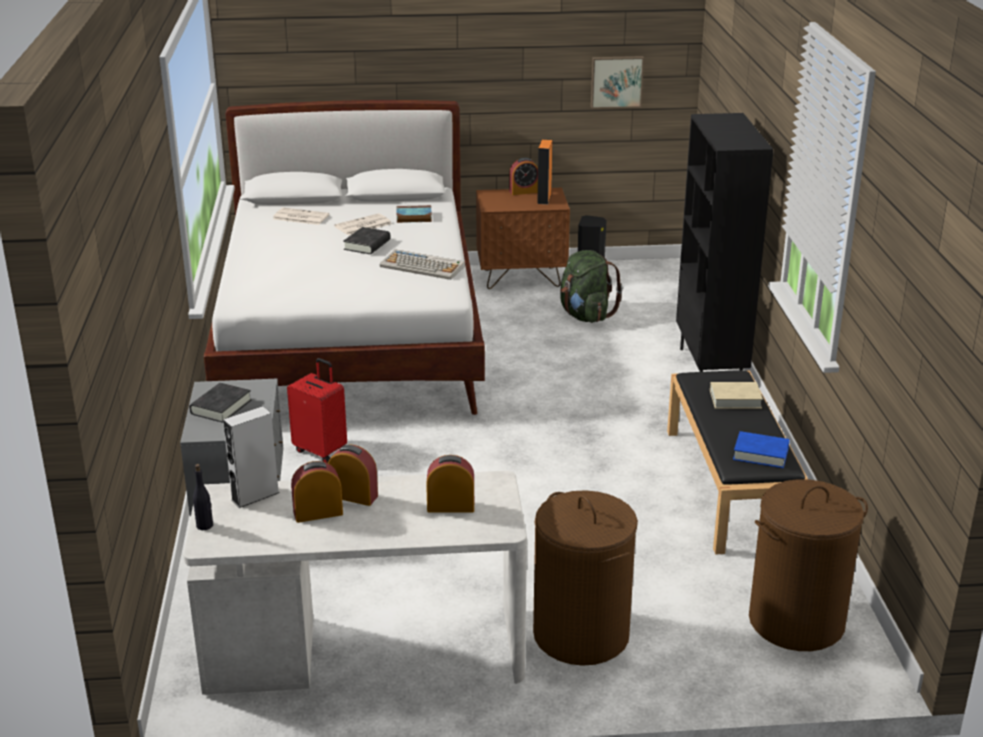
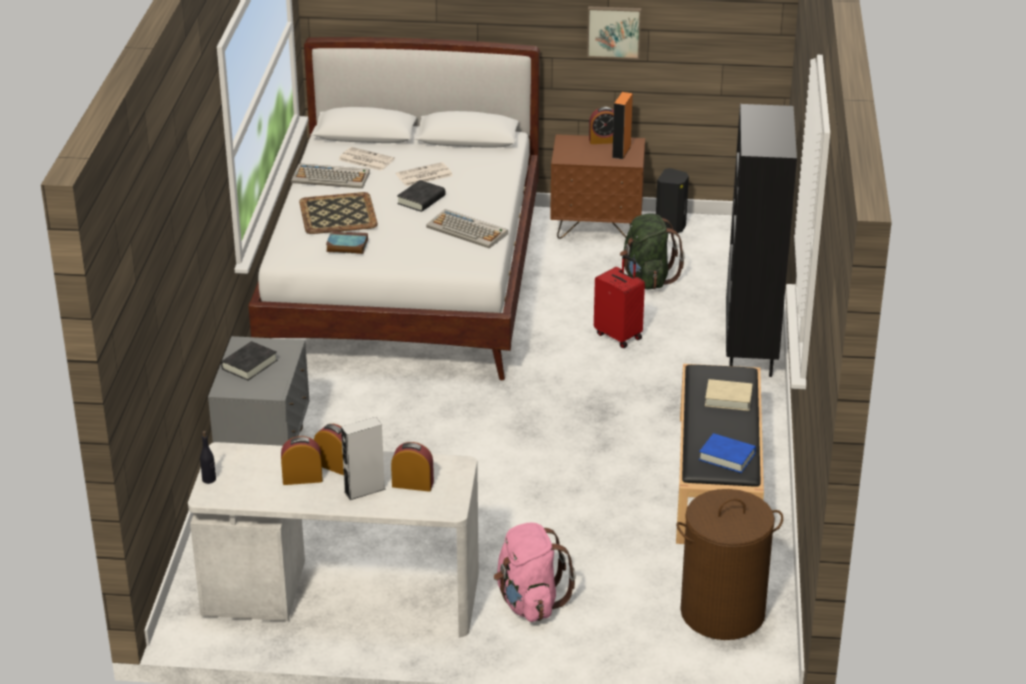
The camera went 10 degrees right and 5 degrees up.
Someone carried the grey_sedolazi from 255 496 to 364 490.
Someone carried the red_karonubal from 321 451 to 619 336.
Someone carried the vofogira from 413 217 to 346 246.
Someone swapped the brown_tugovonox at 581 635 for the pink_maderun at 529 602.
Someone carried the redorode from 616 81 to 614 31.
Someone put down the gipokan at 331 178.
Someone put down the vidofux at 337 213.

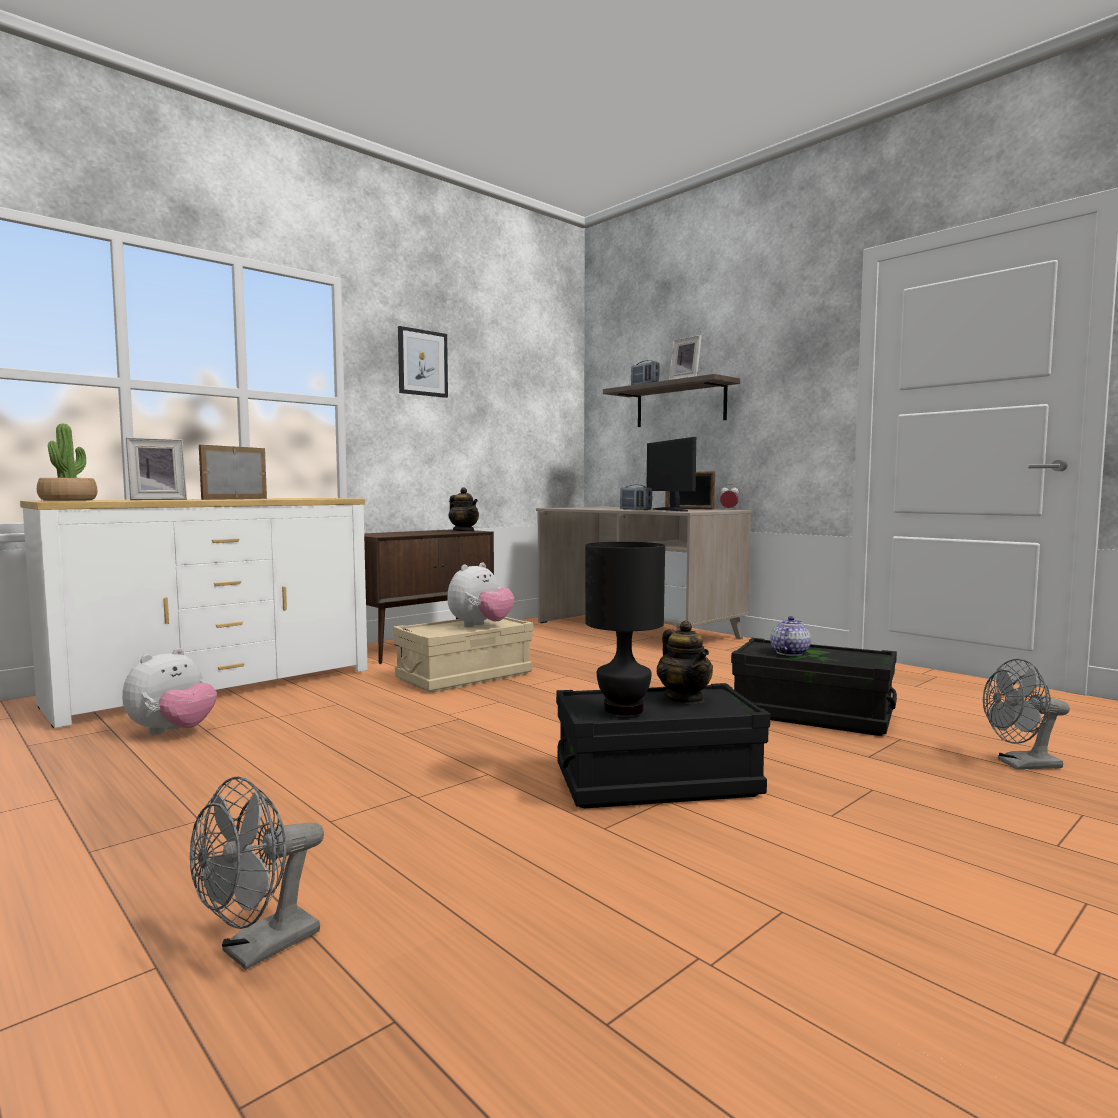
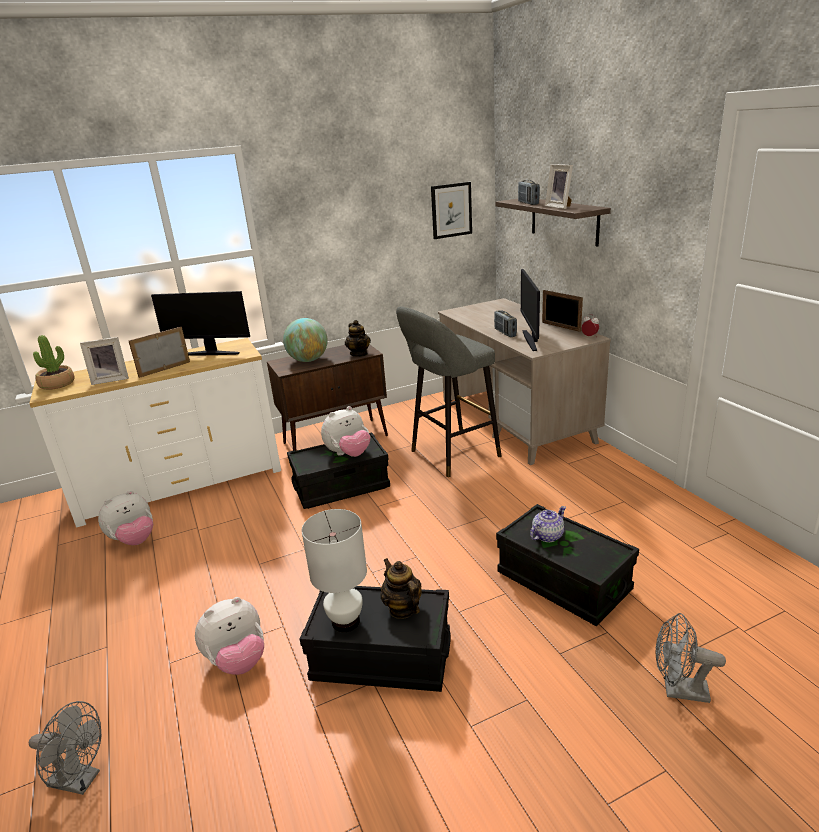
The camera went 20 degrees right and 20 degrees up.
Someone rotated the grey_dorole at 259 950 by 135 degrees counterclockwise.
Someone repainted the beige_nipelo at 464 676, which became the black_nipelo at 341 487.
Someone carried the redorode from 422 363 to 451 210.
Someone repainted the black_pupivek at 622 709, which became the white_pupivek at 345 622.
Someone rotated the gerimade at 684 699 by 150 degrees clockwise.
Someone put down the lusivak at 210 353.
Someone put down the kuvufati at 238 661.
Someone put down the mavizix at 308 360.
Someone put down the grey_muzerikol at 451 455.

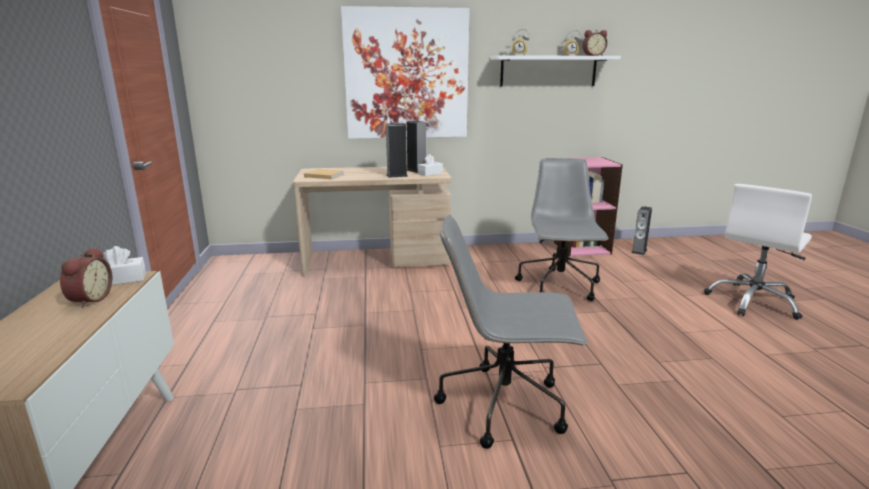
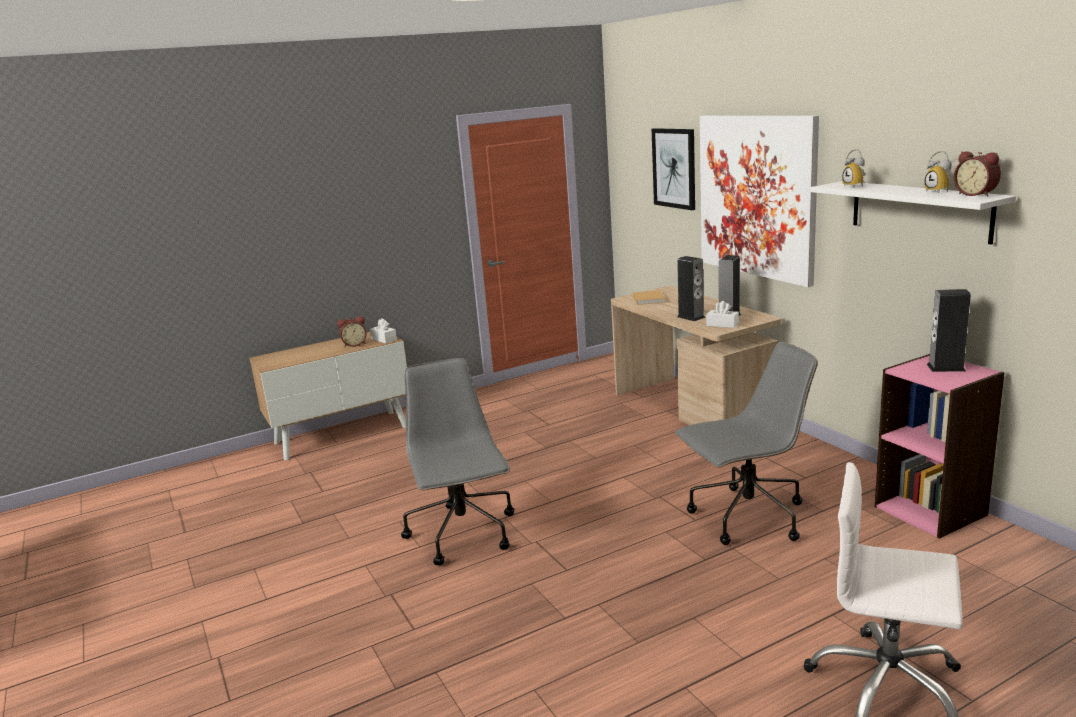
The camera went 70 degrees right and 0 degrees up.
Someone carried the sedolazi from 639 251 to 946 367.
Someone put up the redorode at 674 168.

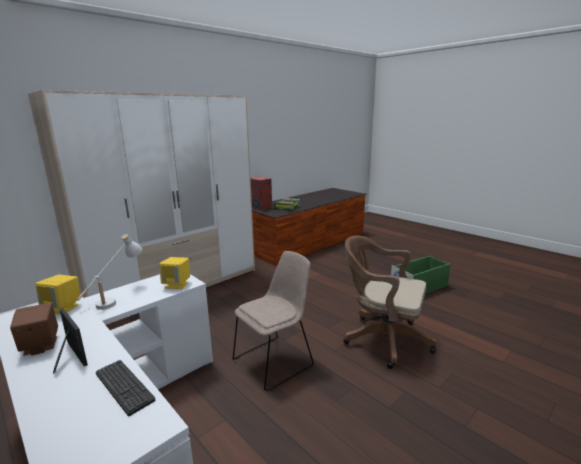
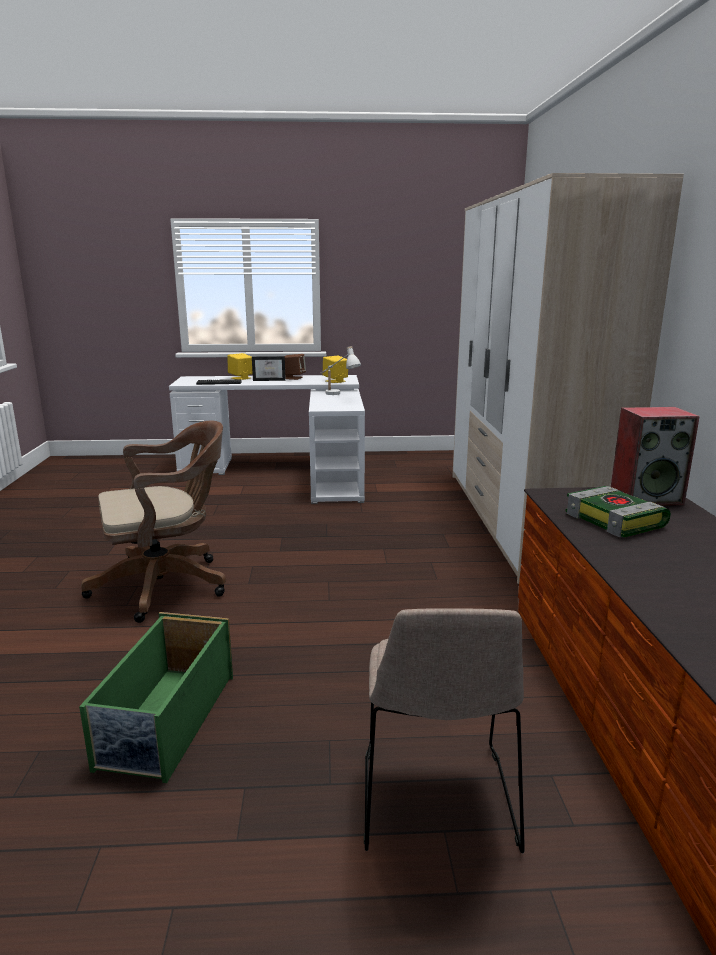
The camera went 130 degrees right and 0 degrees up.
Someone carried the yellow_sedolazi from 177 284 to 241 378.
Someone carried the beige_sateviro from 275 361 to 437 803.

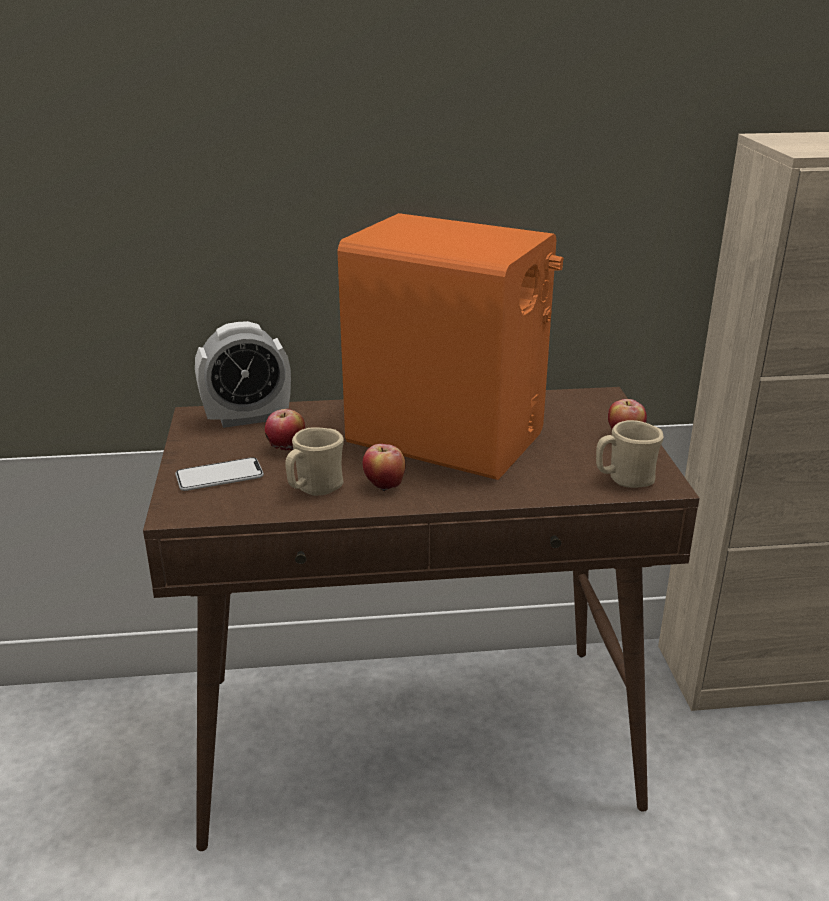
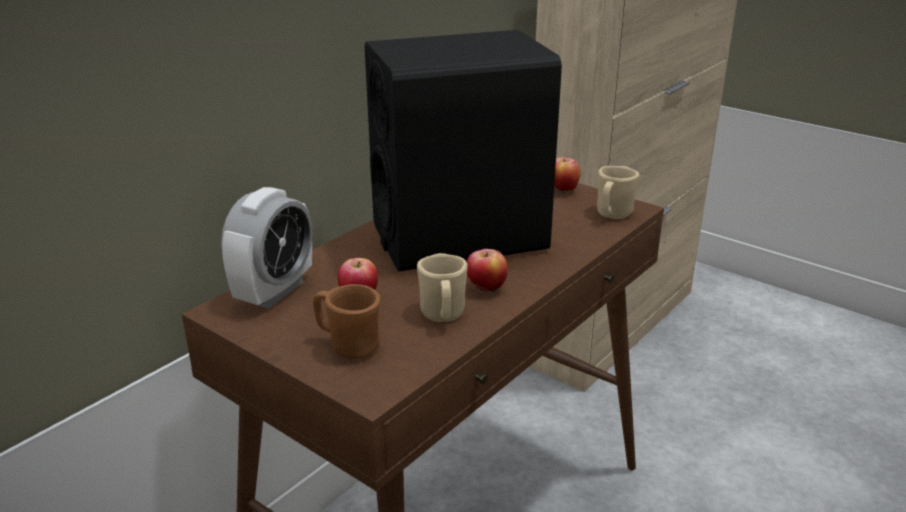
The camera went 45 degrees left and 0 degrees up.
Someone swapped the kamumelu at 219 476 for the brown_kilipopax at 348 346.
Someone repainted the orange_sedolazi at 447 438, which became the black_sedolazi at 460 237.

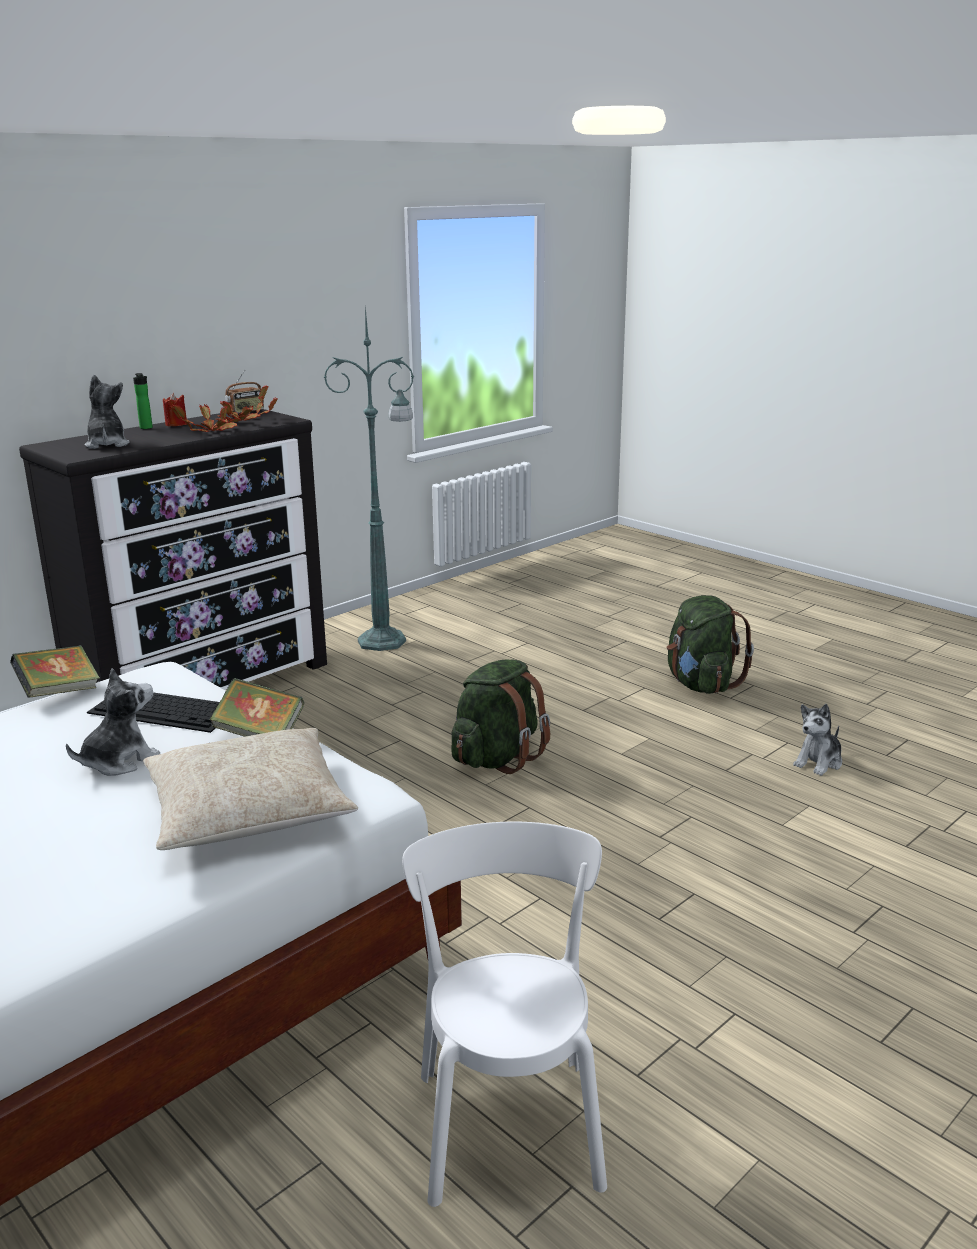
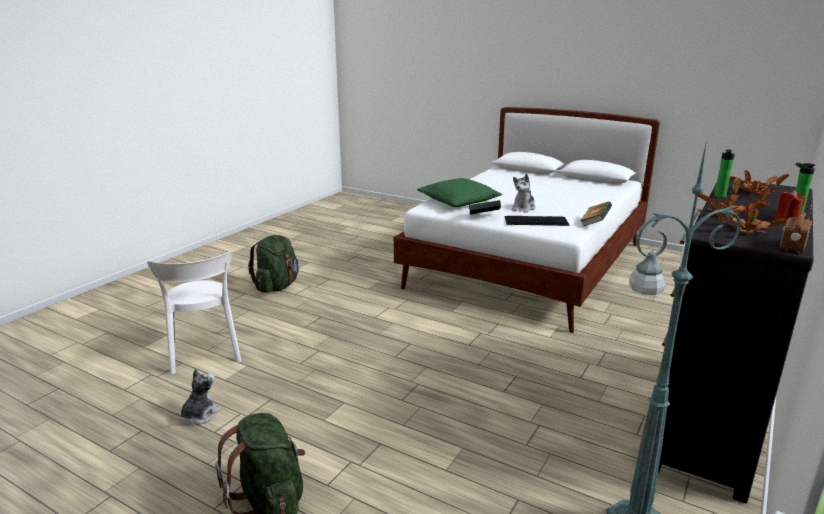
The camera went 165 degrees right and 0 degrees up.
Someone swapped the kuvufati at 107 444 for the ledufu at 754 193.
Someone repainted the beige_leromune at 247 809, which became the green_leromune at 459 201.
Someone carried the white_sateviro from 508 1119 to 204 354.
Someone carried the green_maderun from 497 758 to 277 287.
Someone put down the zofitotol at 720 196.

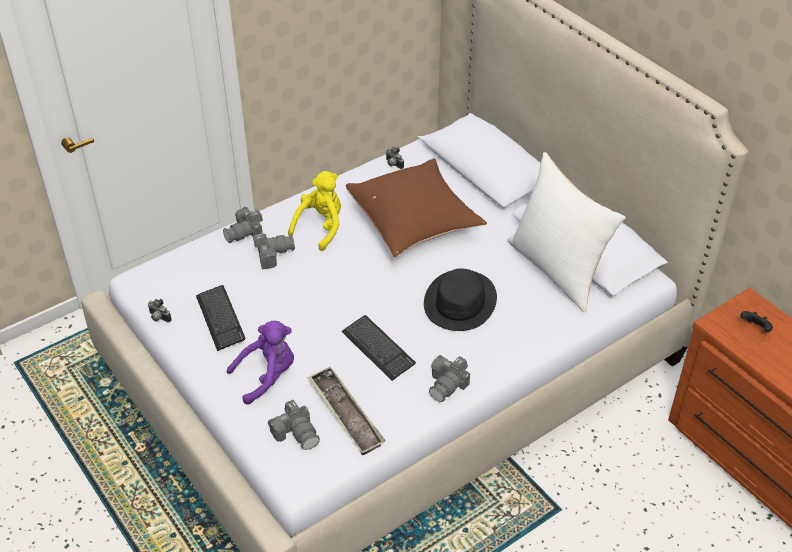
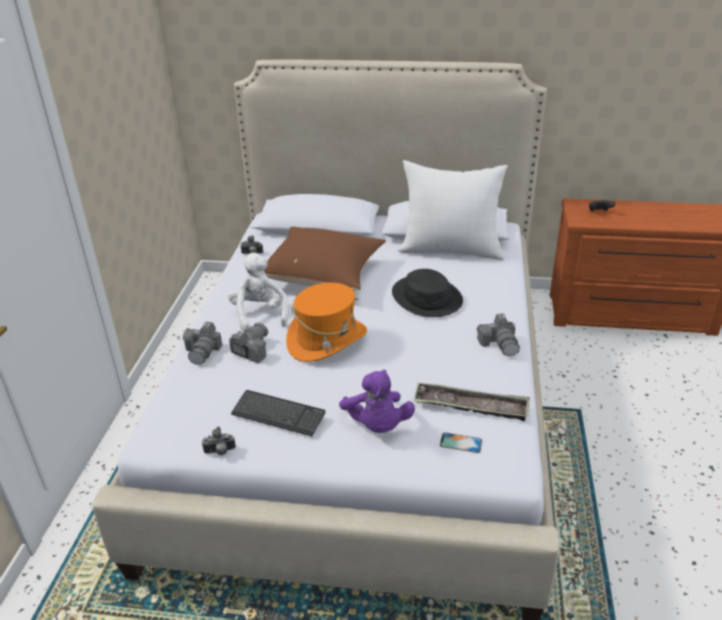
The camera went 45 degrees left and 10 degrees down.
Someone rotated the purple_kuvufati at 267 376 by 150 degrees clockwise.
Someone swapped the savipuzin at 296 433 for the kamumelu at 460 443.
Someone repainted the yellow_kuvufati at 320 227, which became the white_kuvufati at 260 314.
Someone took away the gipokan at 378 349.
Someone put down the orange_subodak at 327 340.

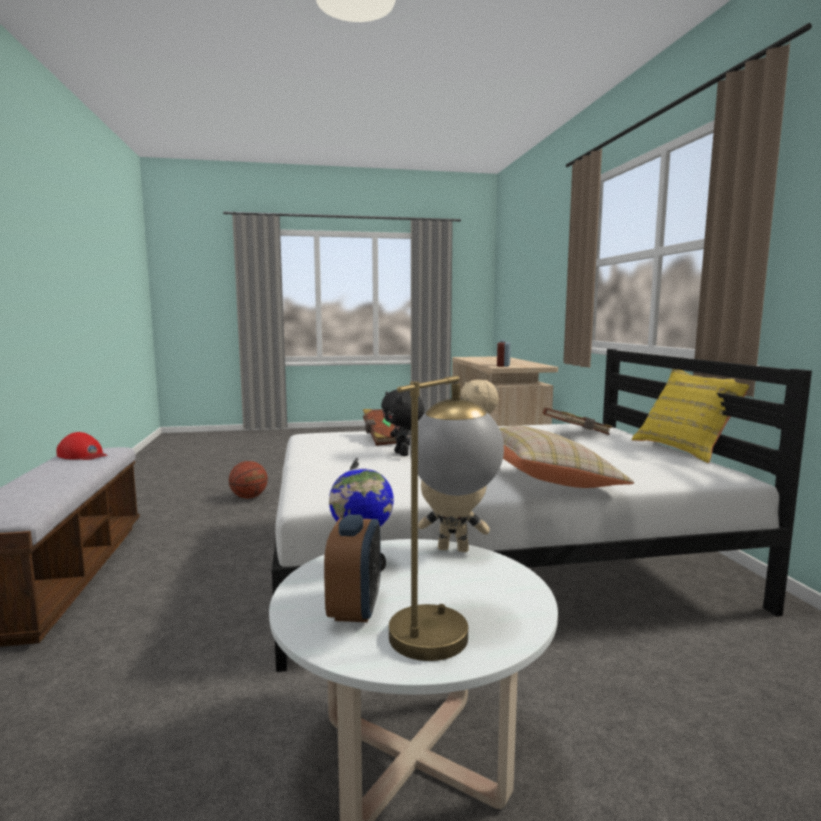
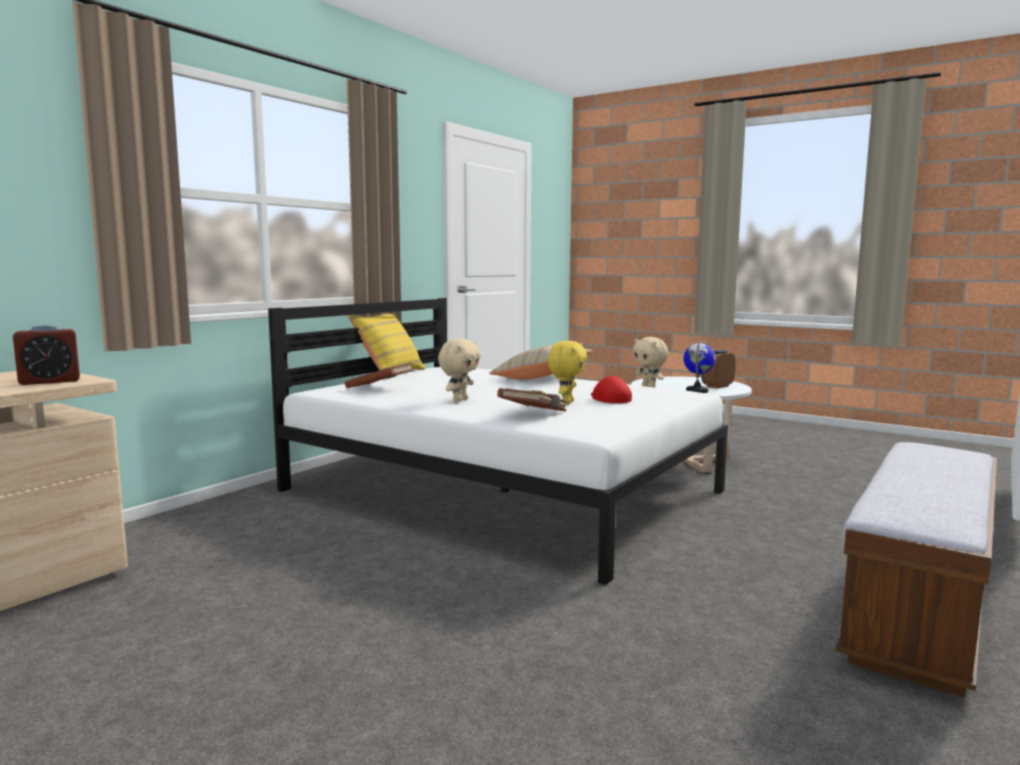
The camera went 135 degrees left and 0 degrees up.
Someone carried the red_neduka from 83 455 to 609 398.
Someone took away the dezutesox at 249 497.
Someone repainted the black_kuvufati at 403 454, which became the yellow_kuvufati at 566 403.
Someone took away the pupivek at 442 623.

